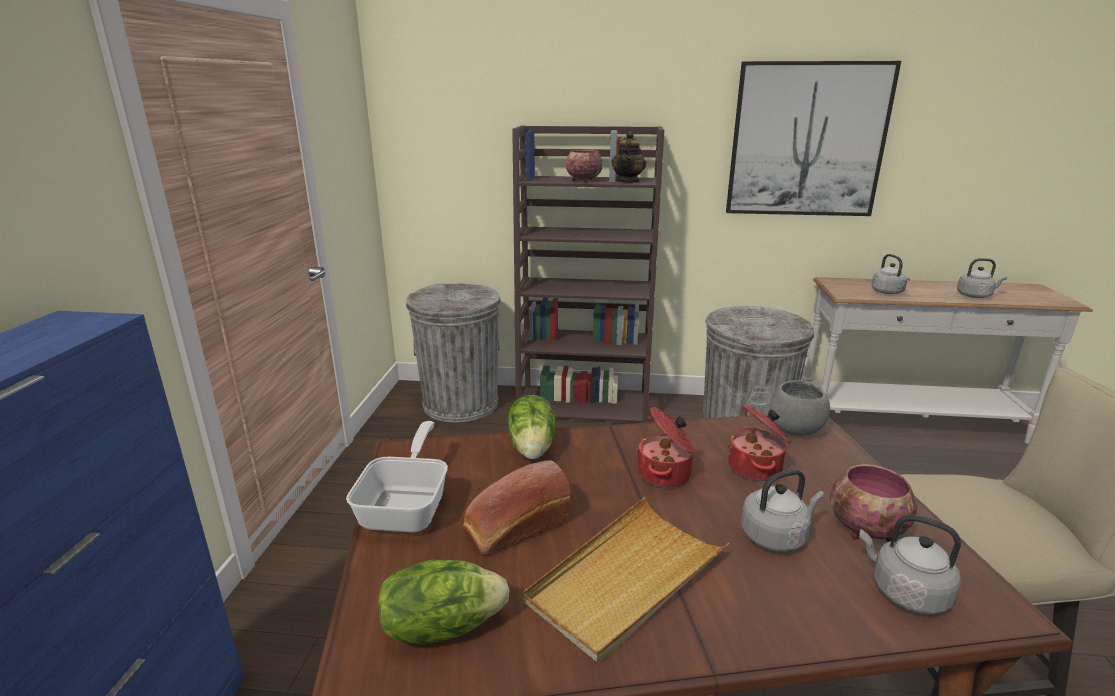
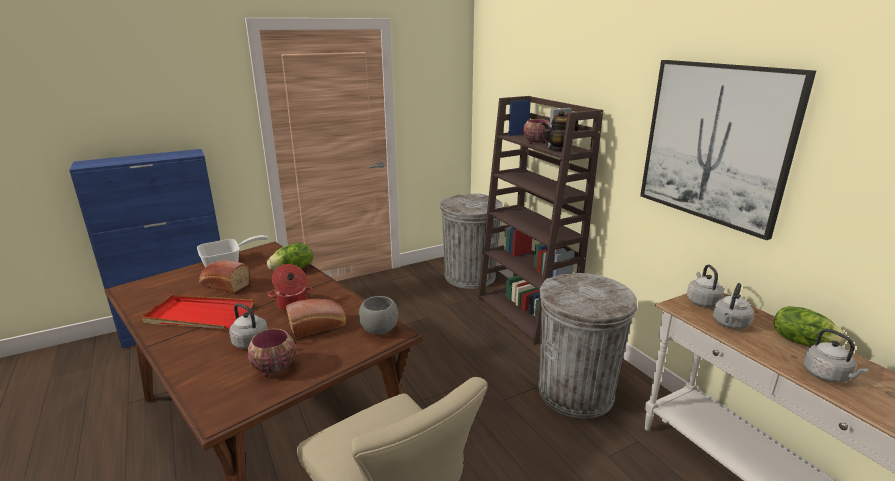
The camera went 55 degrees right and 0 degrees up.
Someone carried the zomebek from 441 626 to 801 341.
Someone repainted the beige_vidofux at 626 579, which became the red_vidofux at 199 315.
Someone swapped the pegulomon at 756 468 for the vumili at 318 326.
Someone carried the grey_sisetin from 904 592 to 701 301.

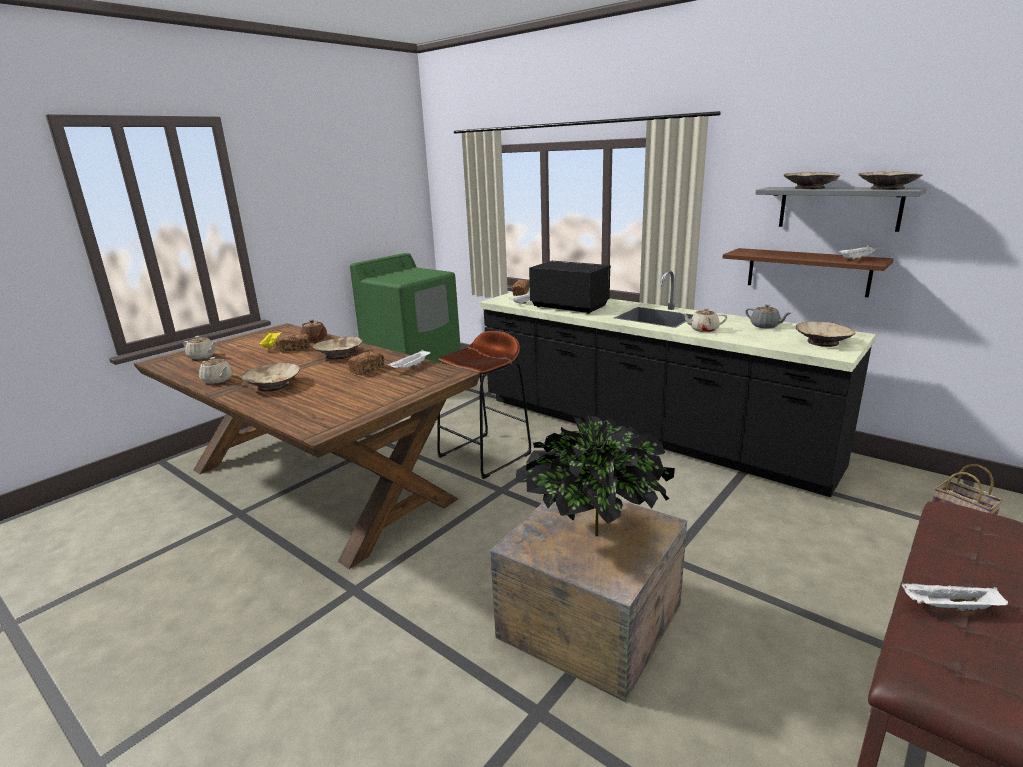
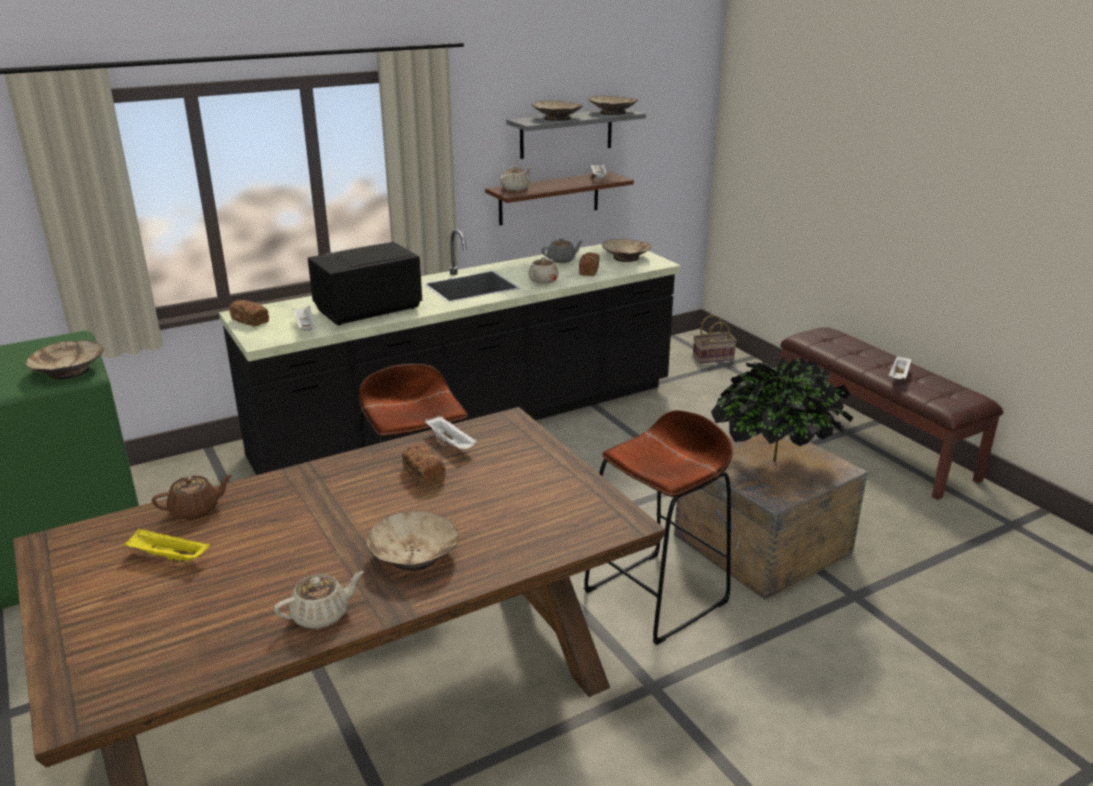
The camera went 70 degrees left and 5 degrees up.
Someone carried the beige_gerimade from 202 356 to 516 188.
Someone carried the vumili from 295 348 to 589 271.
Someone carried the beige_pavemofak from 339 355 to 69 371.
Someone put down the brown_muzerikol at 657 596.

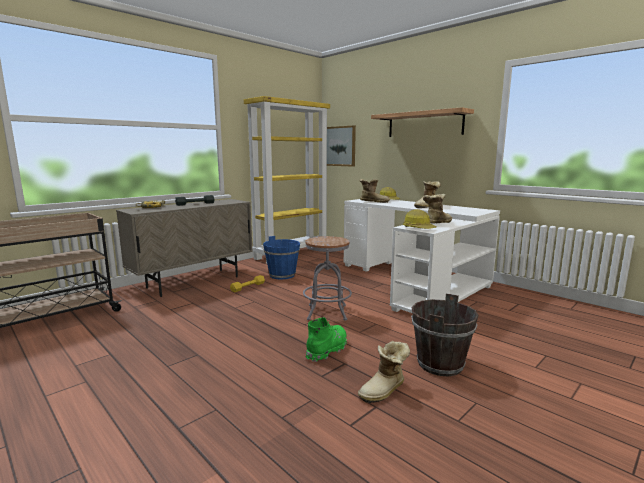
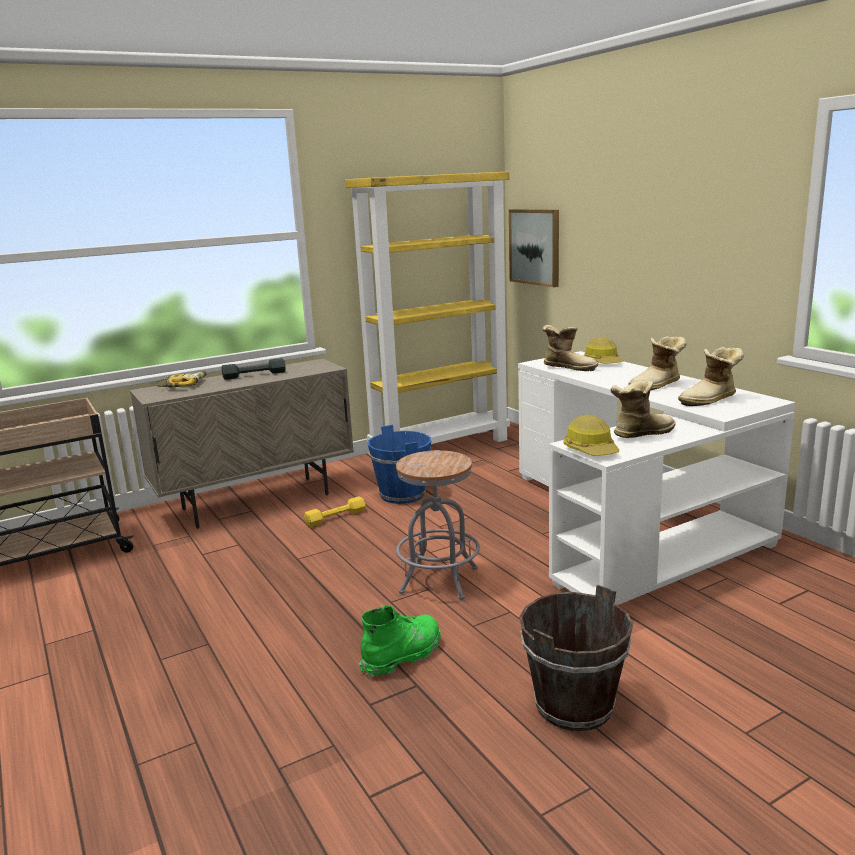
The camera went 15 degrees right and 5 degrees up.
Someone carried the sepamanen from 385 391 to 710 400.
Someone took away the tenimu at 424 124.

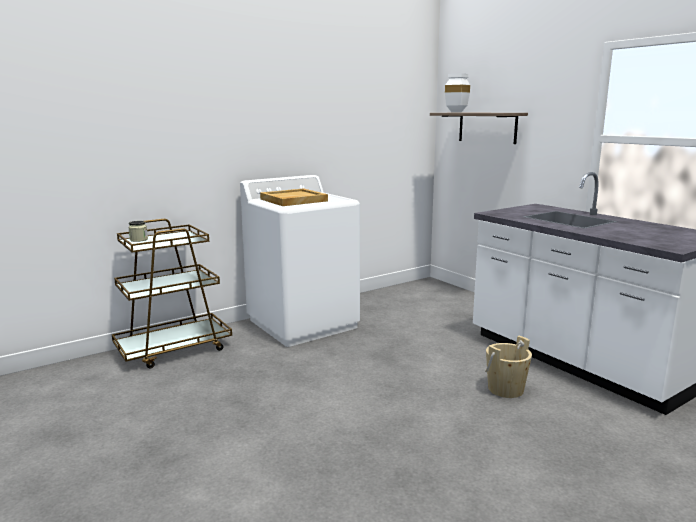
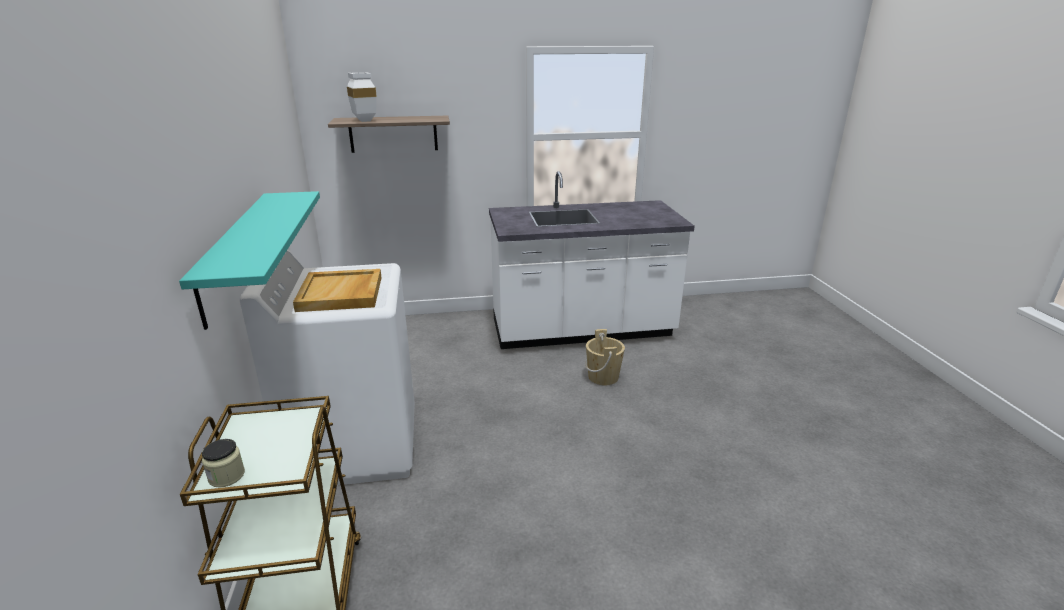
The camera went 65 degrees left and 10 degrees up.
Someone put up the turquoise_tenimu at 235 253.

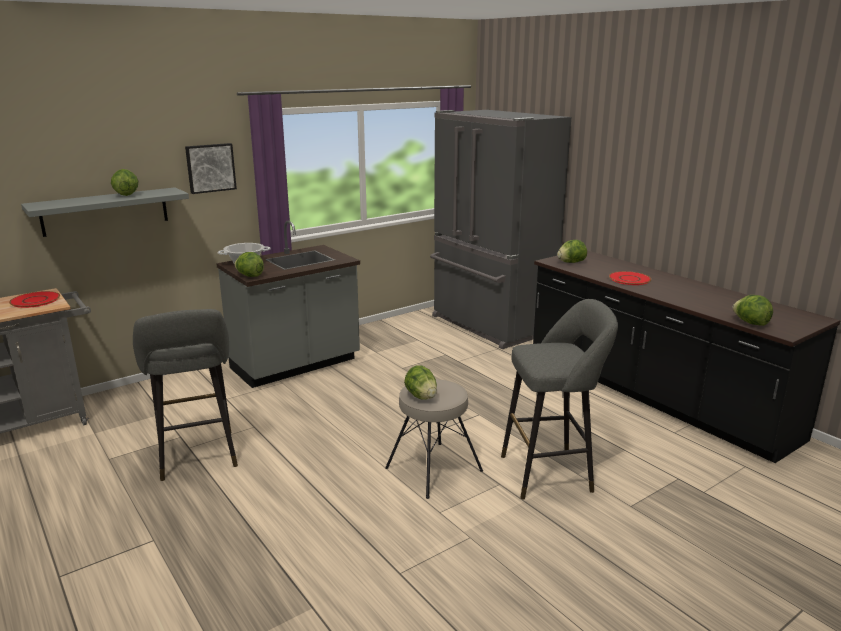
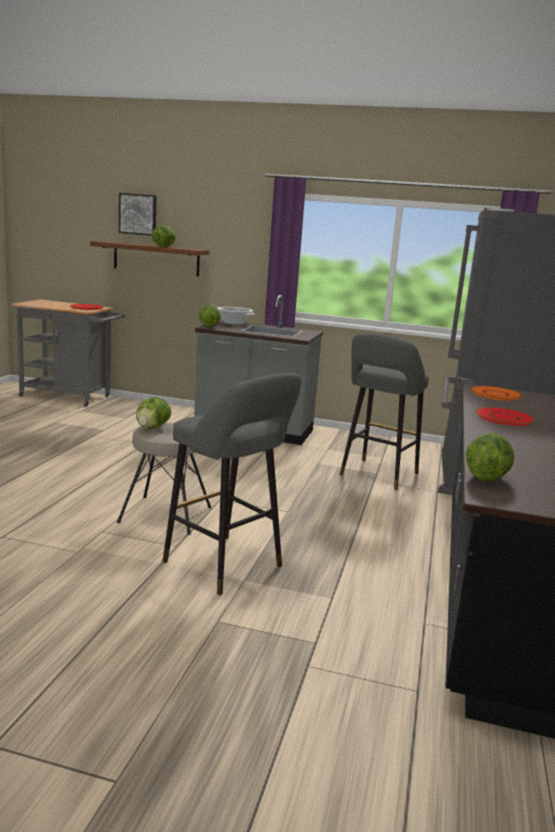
The camera went 50 degrees right and 5 degrees down.
Someone repainted the grey_tenimu at 105 211, which became the brown_tenimu at 156 258.
Someone carried the grey_muzerikol from 197 458 to 377 475.
Someone carried the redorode from 210 168 to 138 214.
Someone swapped the zomebek at 571 262 for the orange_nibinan at 495 394.

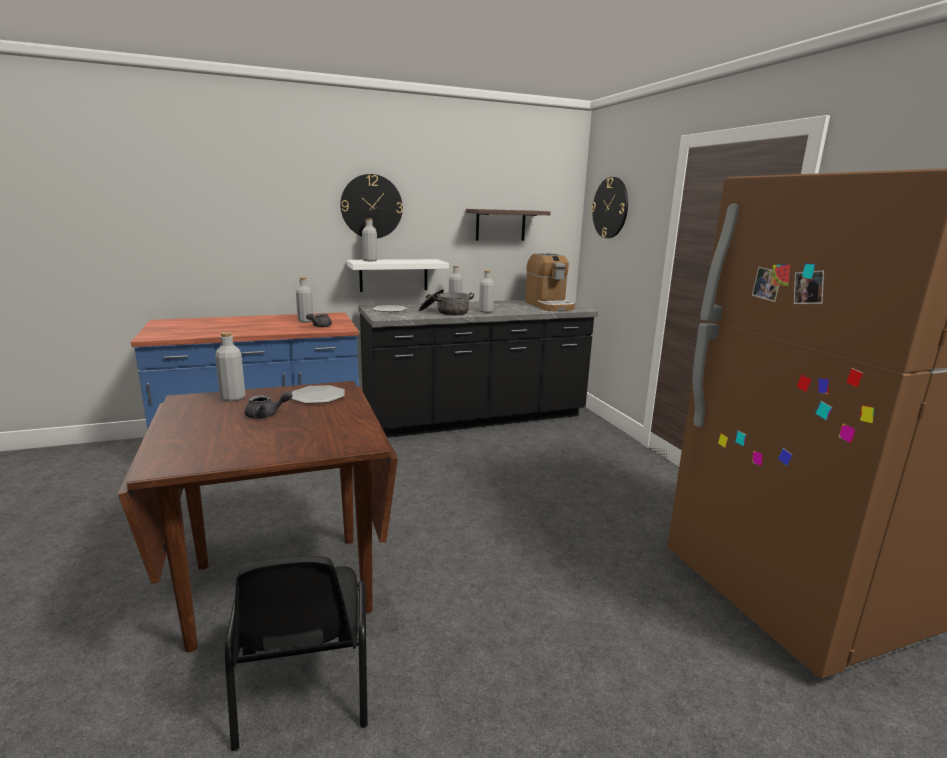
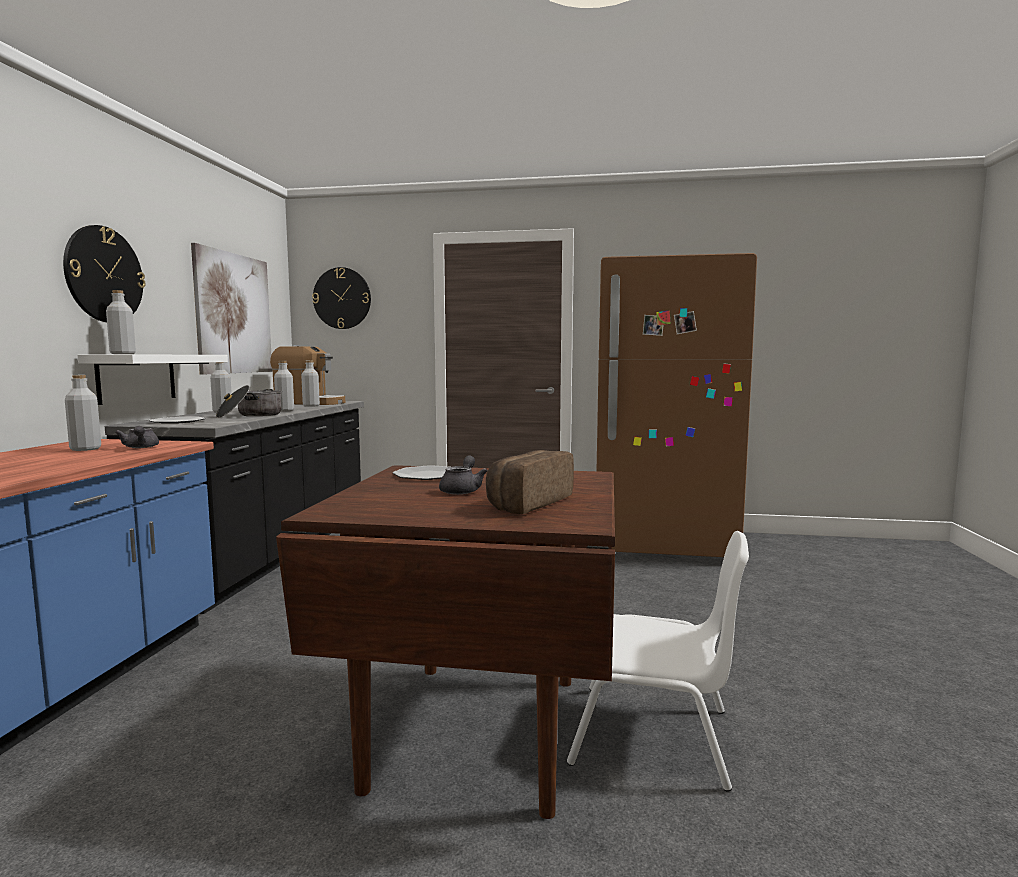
The camera went 60 degrees left and 10 degrees down.
Someone carried the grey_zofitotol from 233 398 to 311 406.
Someone repainted the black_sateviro at 303 684, which became the white_sateviro at 654 736.
Someone swapped the tenimu at 500 225 for the redorode at 234 313.
Someone put down the vumili at 526 503.

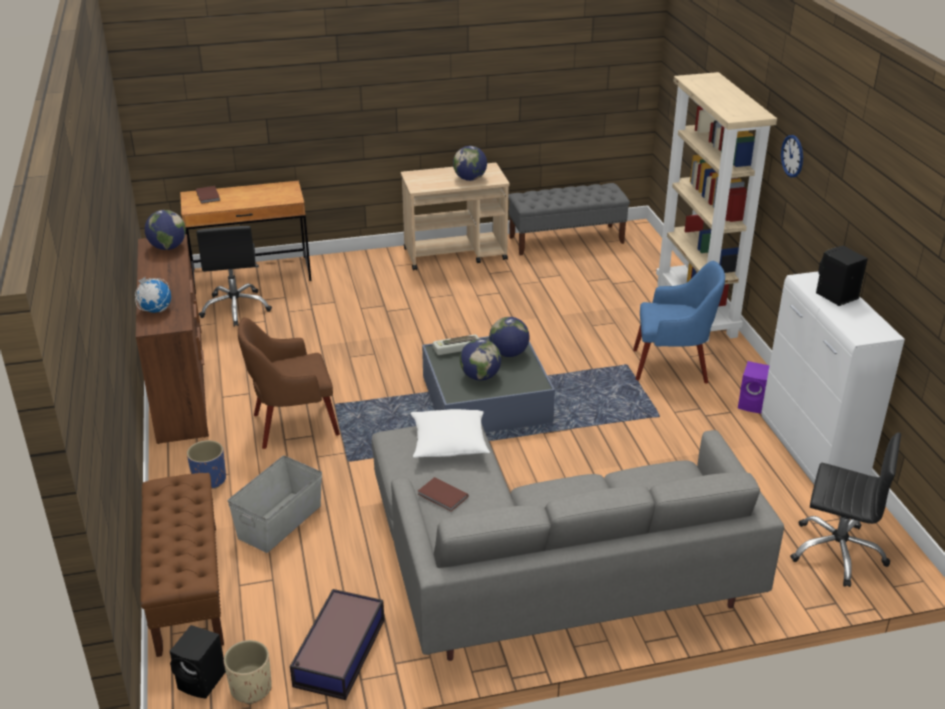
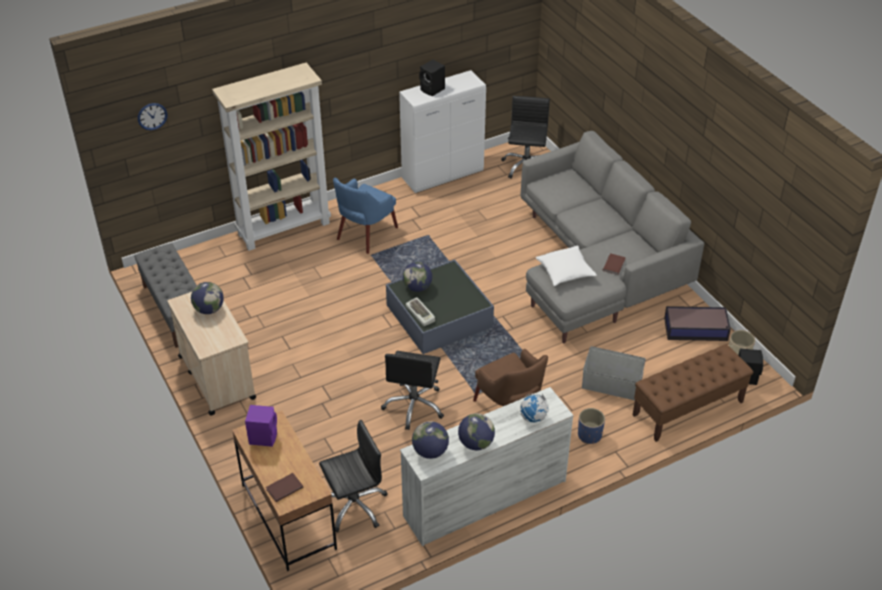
The camera went 105 degrees left and 10 degrees up.
Someone repainted the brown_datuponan at 182 383, which became the white_datuponan at 484 498.
Someone carried the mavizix from 480 376 to 476 443.
Someone rotated the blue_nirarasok at 673 366 by 135 degrees counterclockwise.
Someone carried the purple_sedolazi from 753 404 to 263 436.
Someone carried the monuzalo from 792 156 to 152 116.
Someone put down the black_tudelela at 414 406.

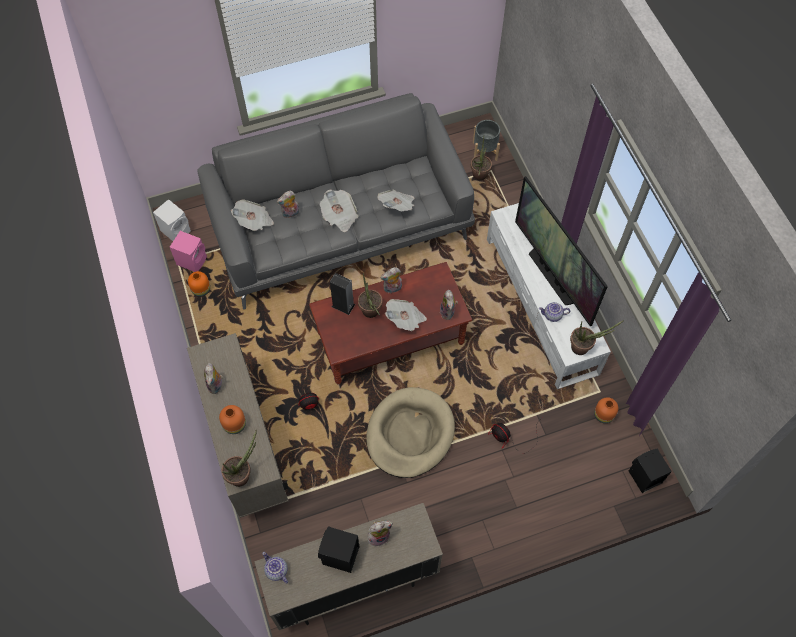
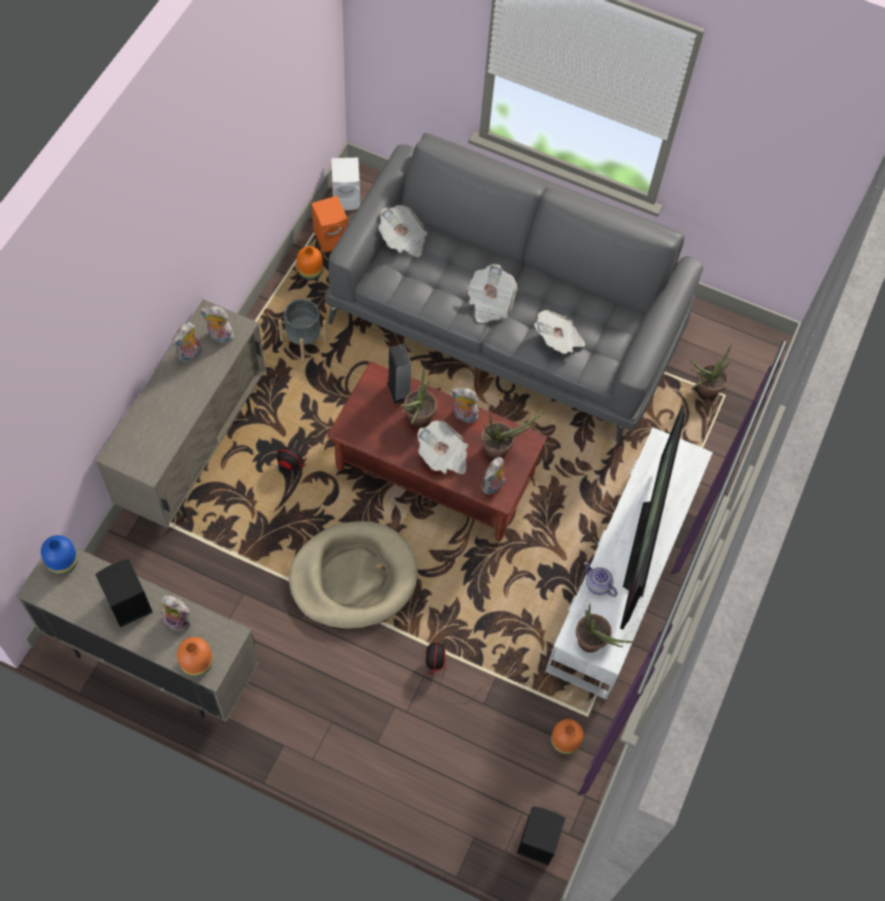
The camera went 40 degrees right and 0 degrees up.
Someone repainted the pink_sedolazi at 192 260, which became the orange_sedolazi at 332 238.
Someone carried the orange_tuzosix from 234 425 to 196 663.
Someone carried the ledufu from 243 474 to 501 450.
Someone swapped the gerimade at 276 571 for the blue_tuzosix at 62 563.
Someone carried the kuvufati from 290 214 to 219 336.
Someone carried the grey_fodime from 485 151 to 304 340.

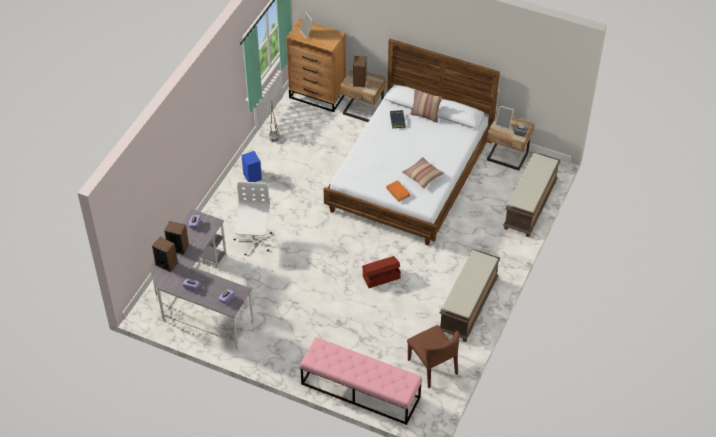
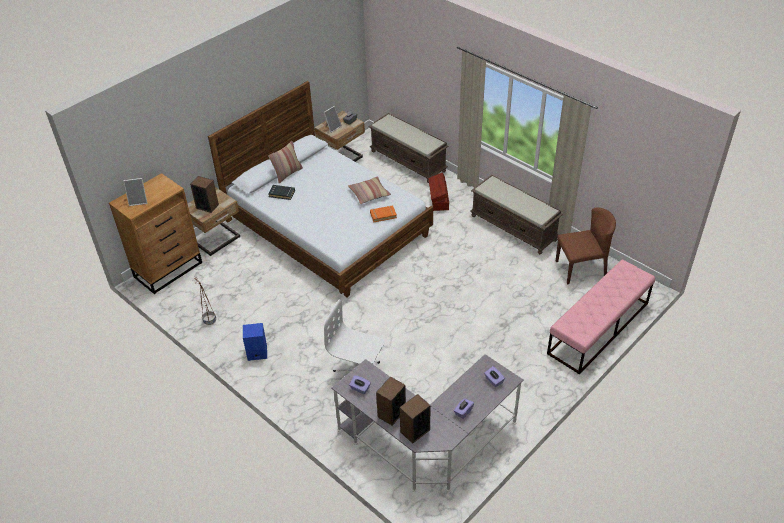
The camera went 70 degrees left and 5 degrees down.
Someone carried the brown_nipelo from 381 277 to 438 200.

